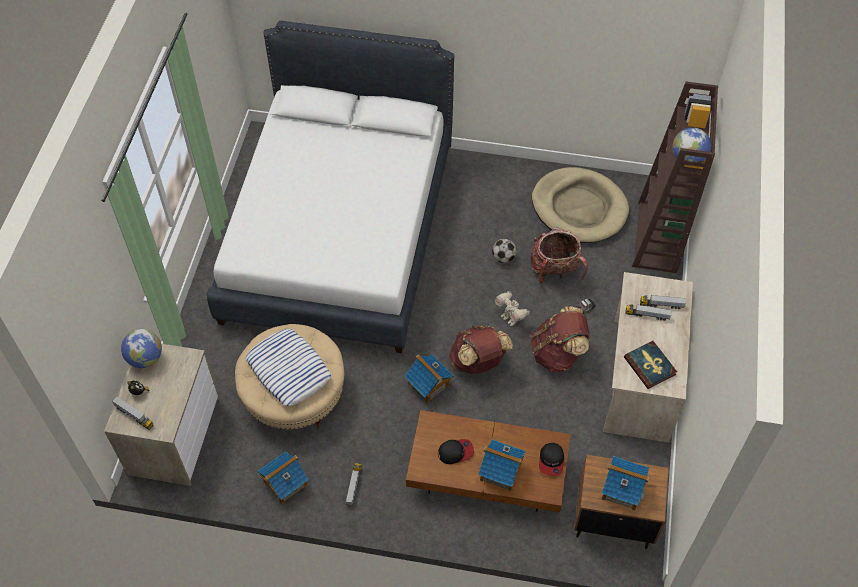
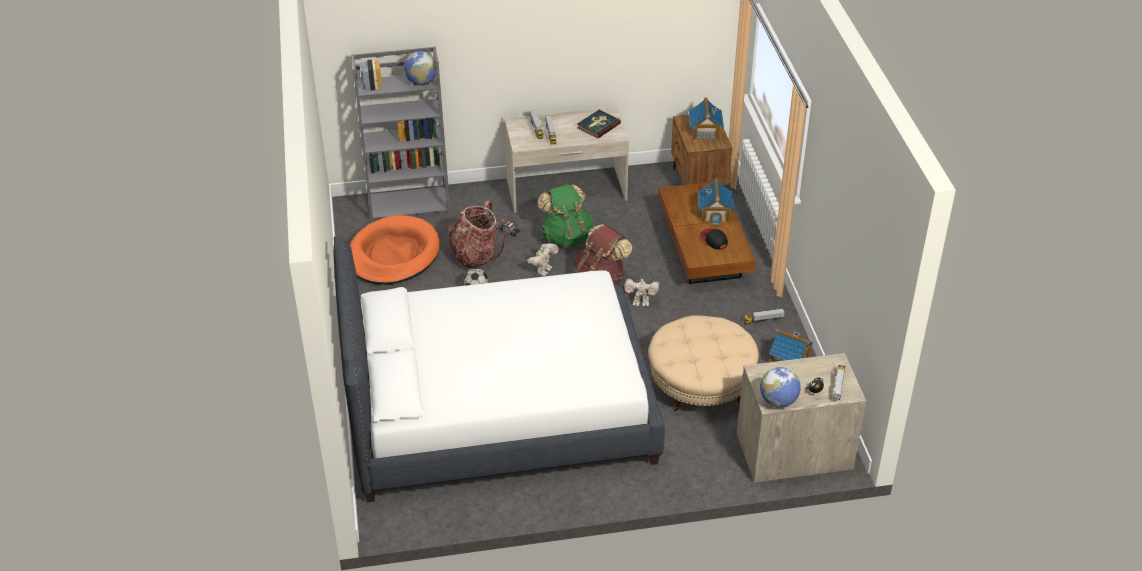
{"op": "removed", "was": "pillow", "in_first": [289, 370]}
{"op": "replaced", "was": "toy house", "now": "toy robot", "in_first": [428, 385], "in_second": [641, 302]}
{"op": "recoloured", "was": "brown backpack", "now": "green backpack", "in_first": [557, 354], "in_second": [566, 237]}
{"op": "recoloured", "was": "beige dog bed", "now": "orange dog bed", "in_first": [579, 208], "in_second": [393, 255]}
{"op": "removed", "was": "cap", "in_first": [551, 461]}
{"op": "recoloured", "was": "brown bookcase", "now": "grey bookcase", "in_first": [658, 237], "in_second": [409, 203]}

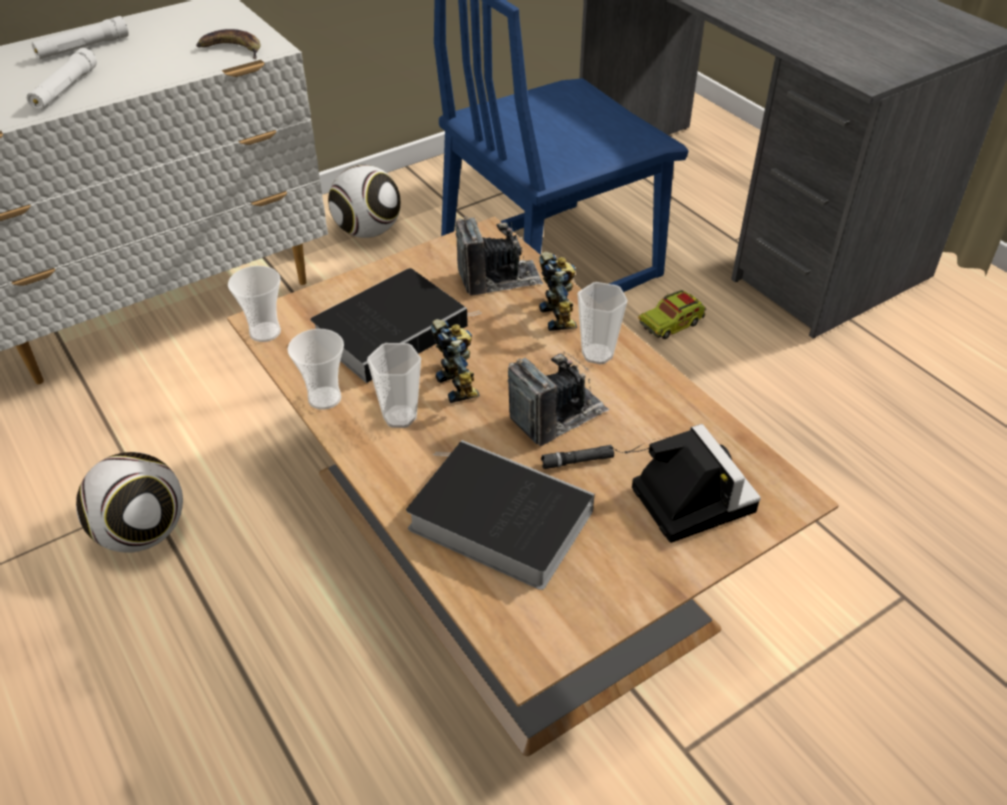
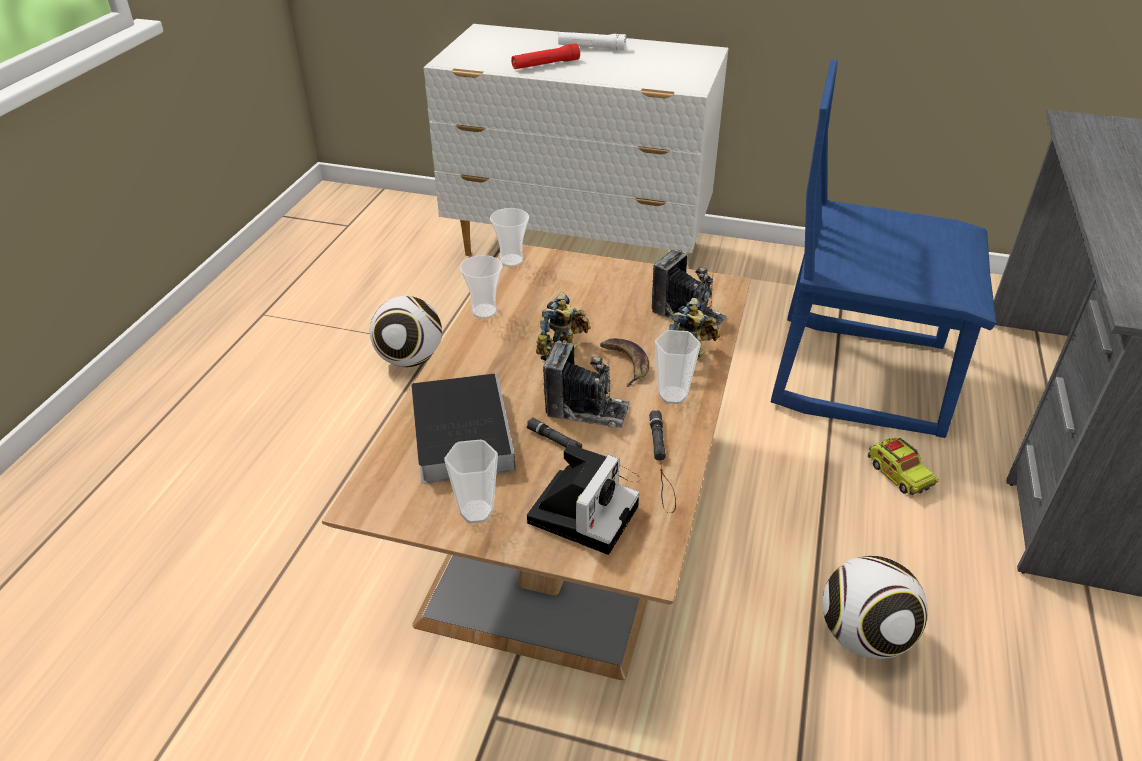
{"op": "recoloured", "was": "white flashlight", "now": "red flashlight", "in_first": [65, 89], "in_second": [545, 64]}
{"op": "moved", "was": "banana", "in_first": [231, 49], "in_second": [625, 363]}
{"op": "removed", "was": "book", "in_first": [393, 329]}
{"op": "moved", "was": "football", "in_first": [367, 231], "in_second": [863, 635]}
{"op": "moved", "was": "cup", "in_first": [400, 417], "in_second": [476, 512]}
{"op": "turned", "was": "toy truck", "in_first": [671, 324], "in_second": [898, 474], "clockwise": -135}
{"op": "added", "now": "black flashlight", "in_second": [662, 463]}

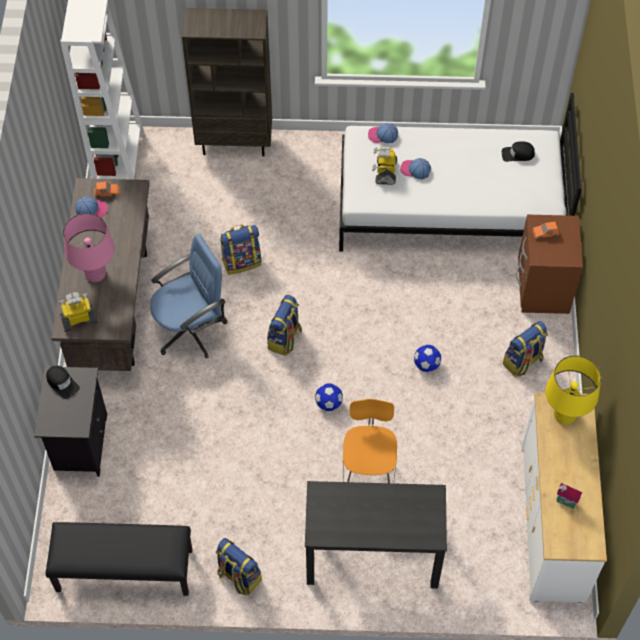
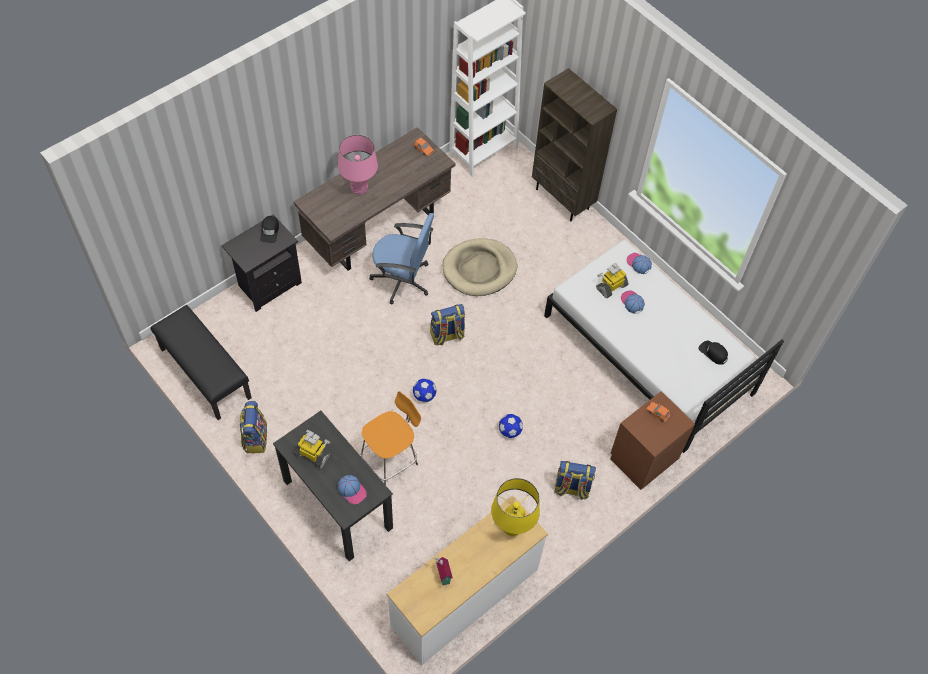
{"op": "moved", "was": "toy robot", "in_first": [79, 319], "in_second": [313, 454]}
{"op": "moved", "was": "cap", "in_first": [92, 209], "in_second": [352, 490]}
{"op": "replaced", "was": "backpack", "now": "beige dog bed", "in_first": [241, 261], "in_second": [479, 269]}

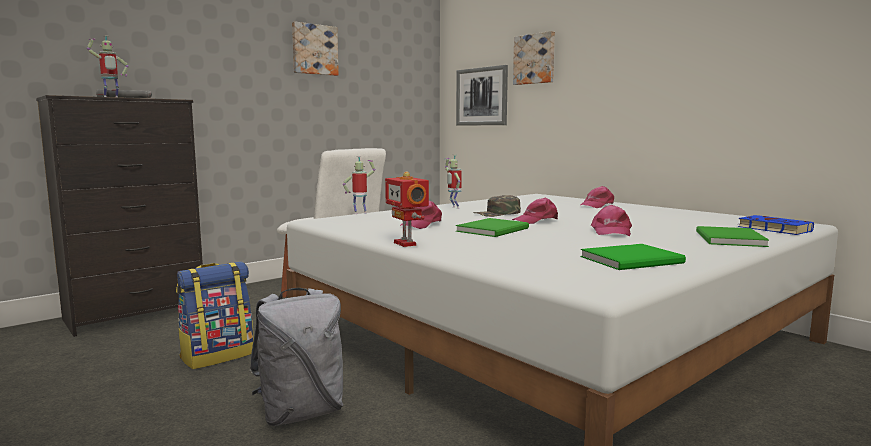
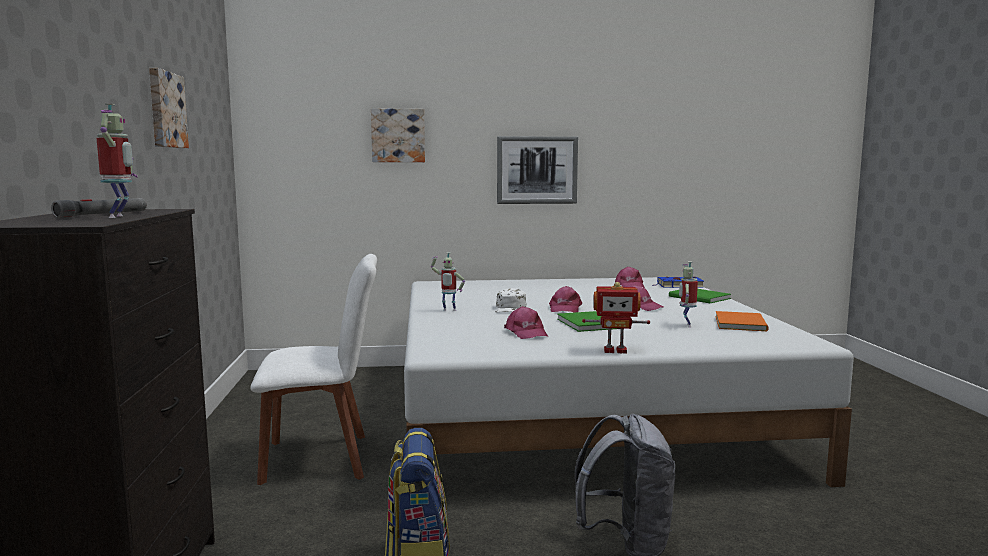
{"op": "moved", "was": "toy robot", "in_first": [360, 213], "in_second": [686, 325]}
{"op": "moved", "was": "picture", "in_first": [481, 96], "in_second": [537, 170]}
{"op": "recoloured", "was": "green cap", "now": "white cap", "in_first": [497, 214], "in_second": [510, 308]}
{"op": "moved", "was": "pink cap", "in_first": [596, 205], "in_second": [629, 285]}
{"op": "recoloured", "was": "green book", "now": "orange book", "in_first": [635, 260], "in_second": [742, 323]}

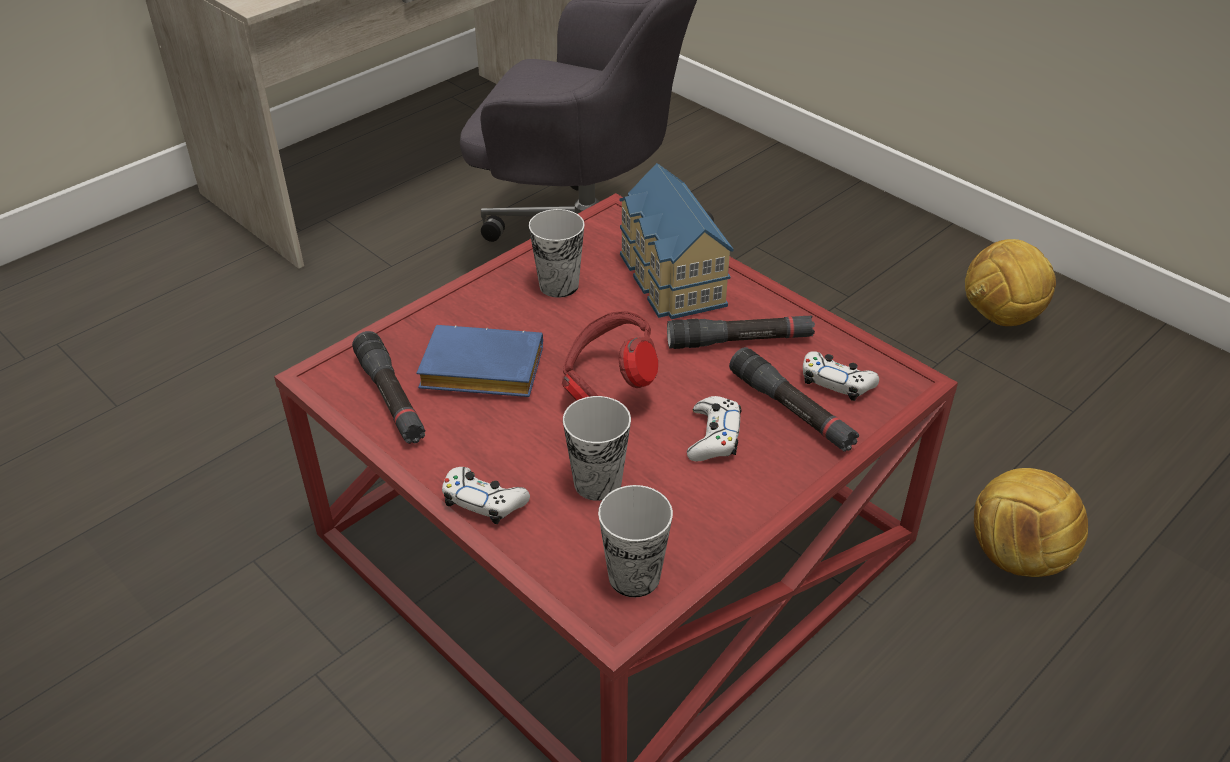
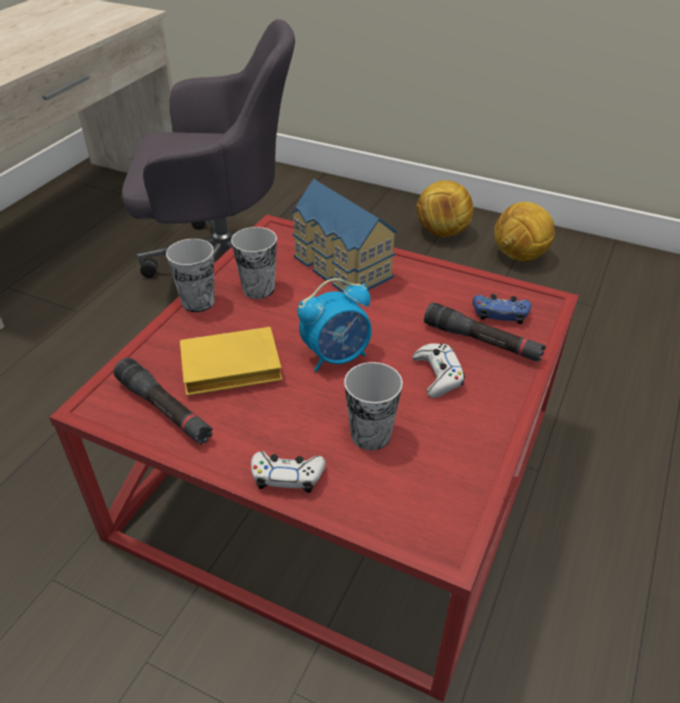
{"op": "recoloured", "was": "blue book", "now": "yellow book", "in_first": [478, 372], "in_second": [228, 370]}
{"op": "replaced", "was": "red headphones", "now": "alarm clock", "in_first": [607, 386], "in_second": [337, 356]}
{"op": "moved", "was": "cup", "in_first": [634, 576], "in_second": [198, 302]}
{"op": "removed", "was": "black flashlight", "in_first": [739, 341]}
{"op": "recoloured", "was": "white game controller", "now": "blue game controller", "in_first": [837, 382], "in_second": [500, 314]}
{"op": "moved", "was": "football", "in_first": [1016, 555], "in_second": [441, 232]}

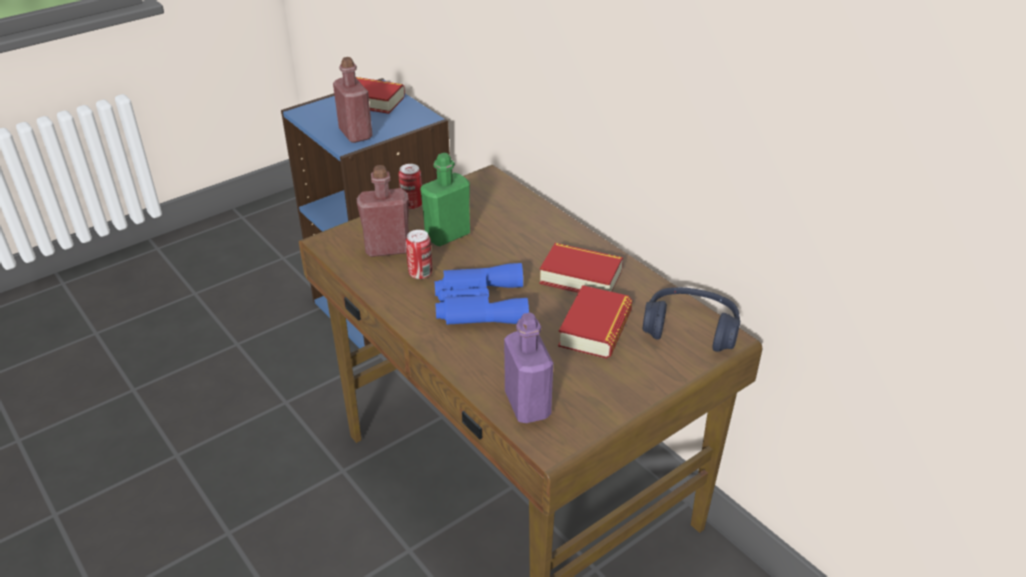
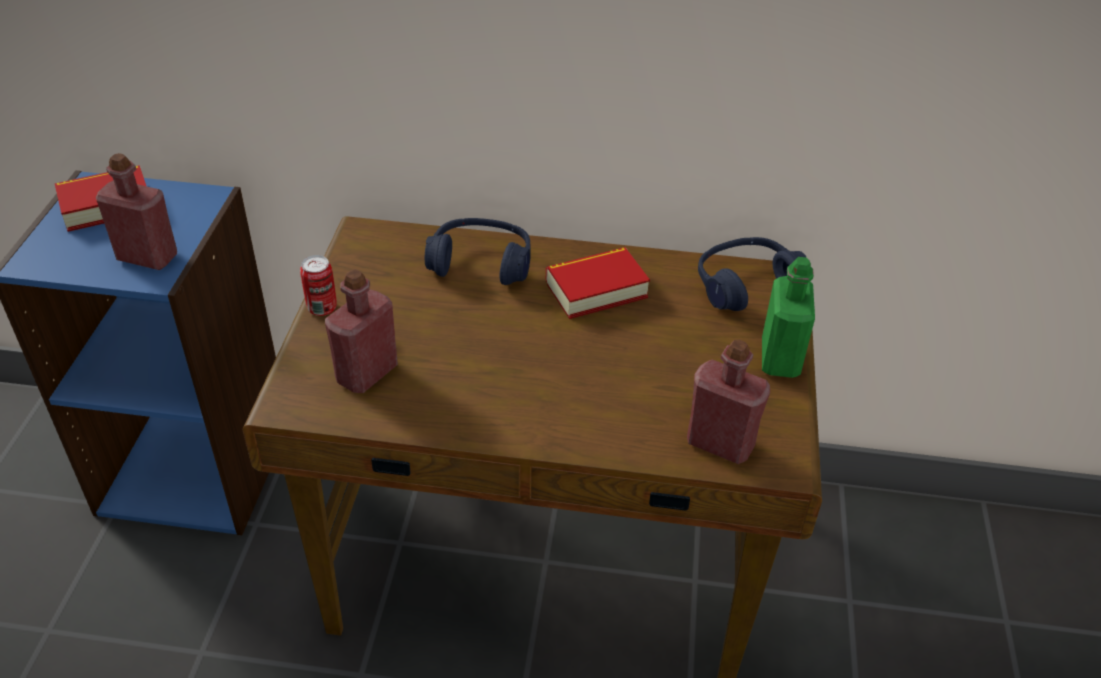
{"op": "removed", "was": "can", "in_first": [420, 273]}
{"op": "moved", "was": "green bottle", "in_first": [447, 235], "in_second": [780, 359]}
{"op": "removed", "was": "blue binoculars", "in_first": [478, 304]}
{"op": "recoloured", "was": "purple bottle", "now": "red bottle", "in_first": [527, 405], "in_second": [720, 443]}
{"op": "removed", "was": "book", "in_first": [595, 329]}
{"op": "added", "now": "blue headphones", "in_second": [481, 263]}

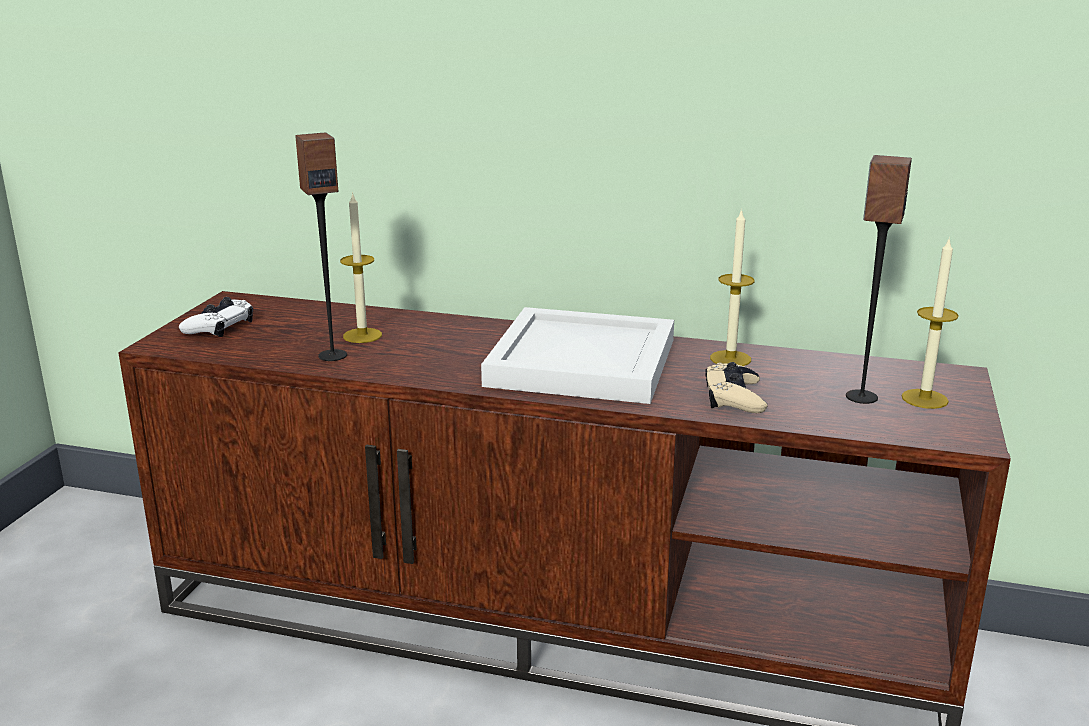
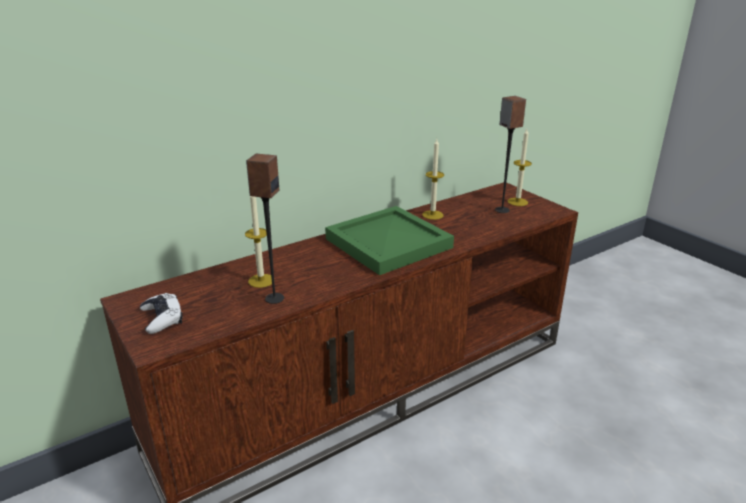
{"op": "recoloured", "was": "white tray", "now": "green tray", "in_first": [584, 363], "in_second": [390, 243]}
{"op": "removed", "was": "beige game controller", "in_first": [734, 397]}

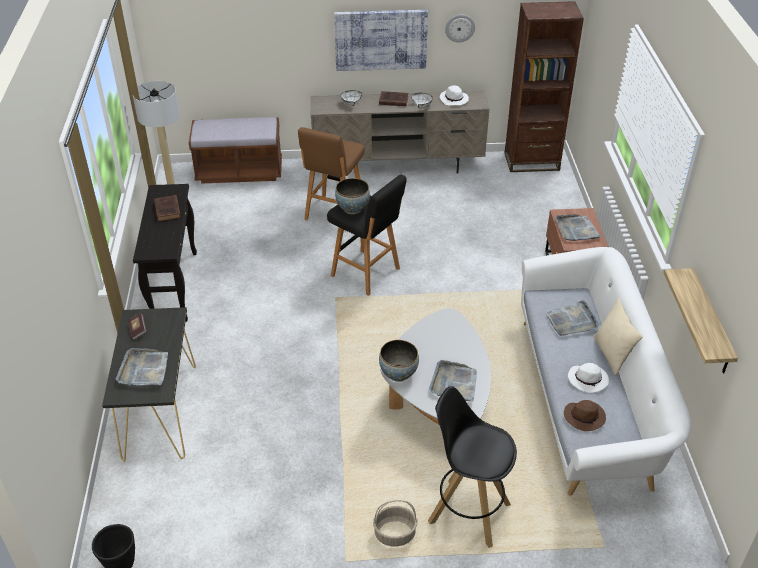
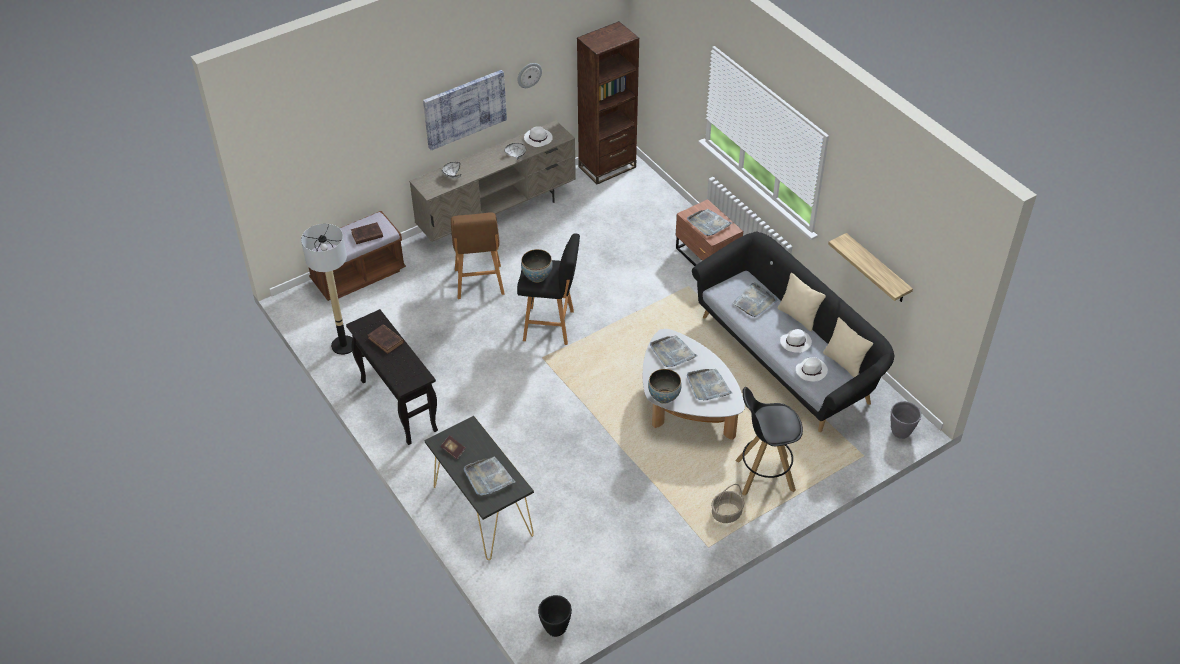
{"op": "moved", "was": "brown book", "in_first": [392, 100], "in_second": [366, 235]}
{"op": "recoloured", "was": "white sofa", "now": "black sofa", "in_first": [587, 399], "in_second": [786, 357]}
{"op": "recoloured", "was": "brown hat", "now": "white hat", "in_first": [585, 417], "in_second": [811, 371]}
{"op": "added", "now": "grey tray", "in_second": [672, 353]}
{"op": "added", "now": "beige pillow", "in_second": [844, 362]}
{"op": "added", "now": "grey planter", "in_second": [901, 432]}

